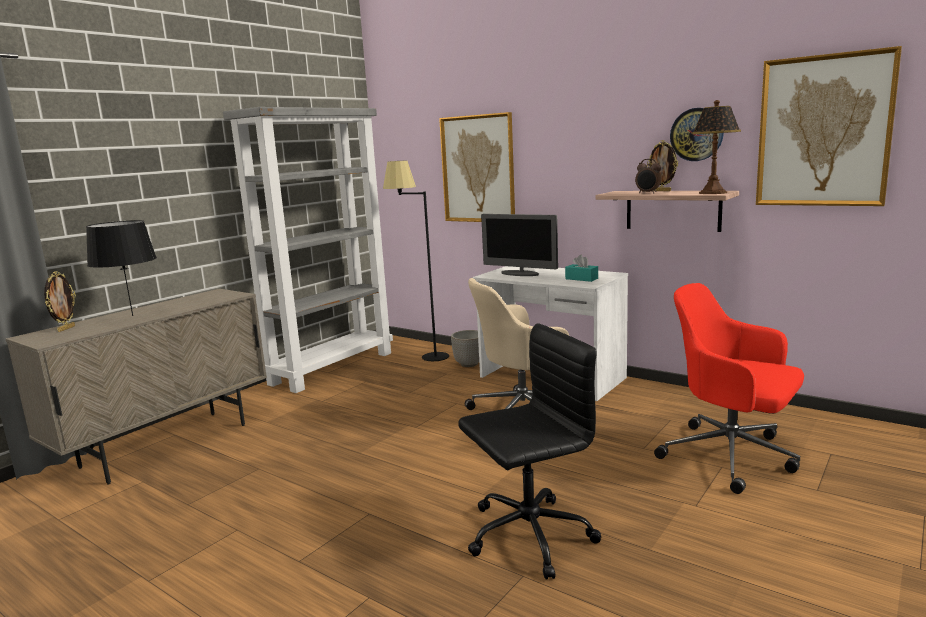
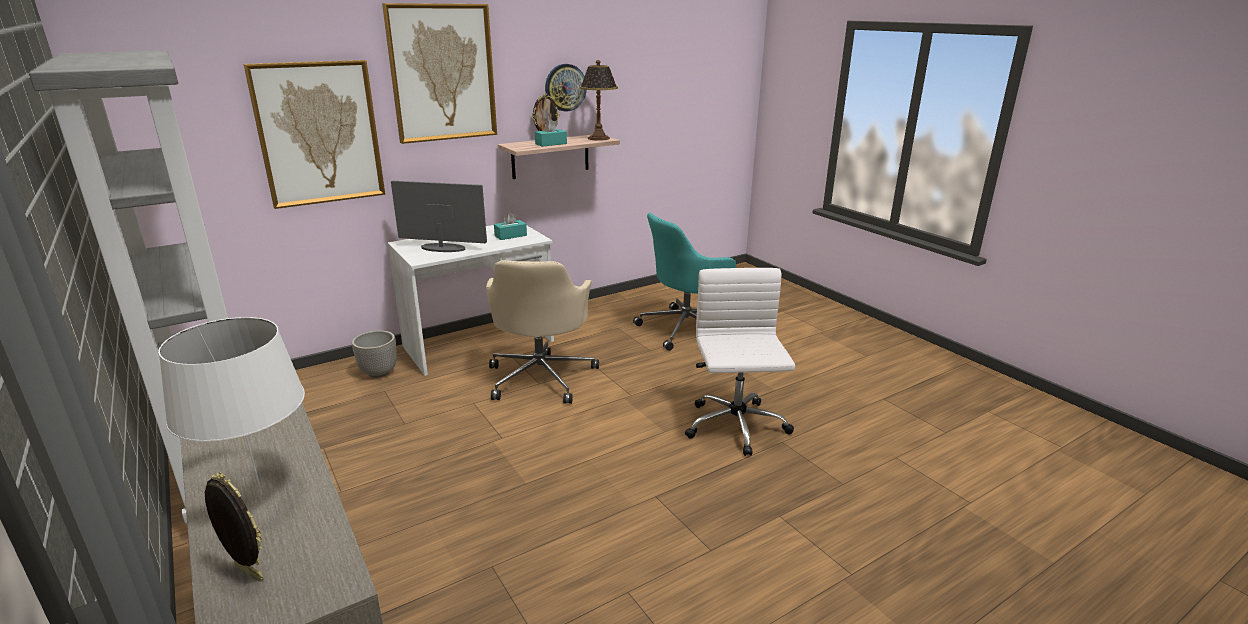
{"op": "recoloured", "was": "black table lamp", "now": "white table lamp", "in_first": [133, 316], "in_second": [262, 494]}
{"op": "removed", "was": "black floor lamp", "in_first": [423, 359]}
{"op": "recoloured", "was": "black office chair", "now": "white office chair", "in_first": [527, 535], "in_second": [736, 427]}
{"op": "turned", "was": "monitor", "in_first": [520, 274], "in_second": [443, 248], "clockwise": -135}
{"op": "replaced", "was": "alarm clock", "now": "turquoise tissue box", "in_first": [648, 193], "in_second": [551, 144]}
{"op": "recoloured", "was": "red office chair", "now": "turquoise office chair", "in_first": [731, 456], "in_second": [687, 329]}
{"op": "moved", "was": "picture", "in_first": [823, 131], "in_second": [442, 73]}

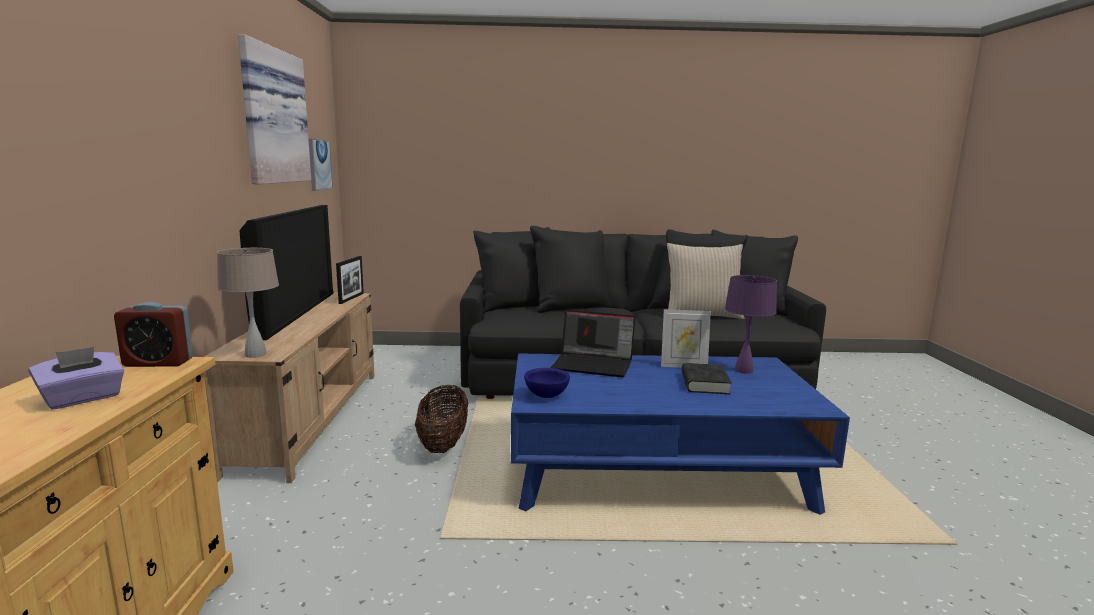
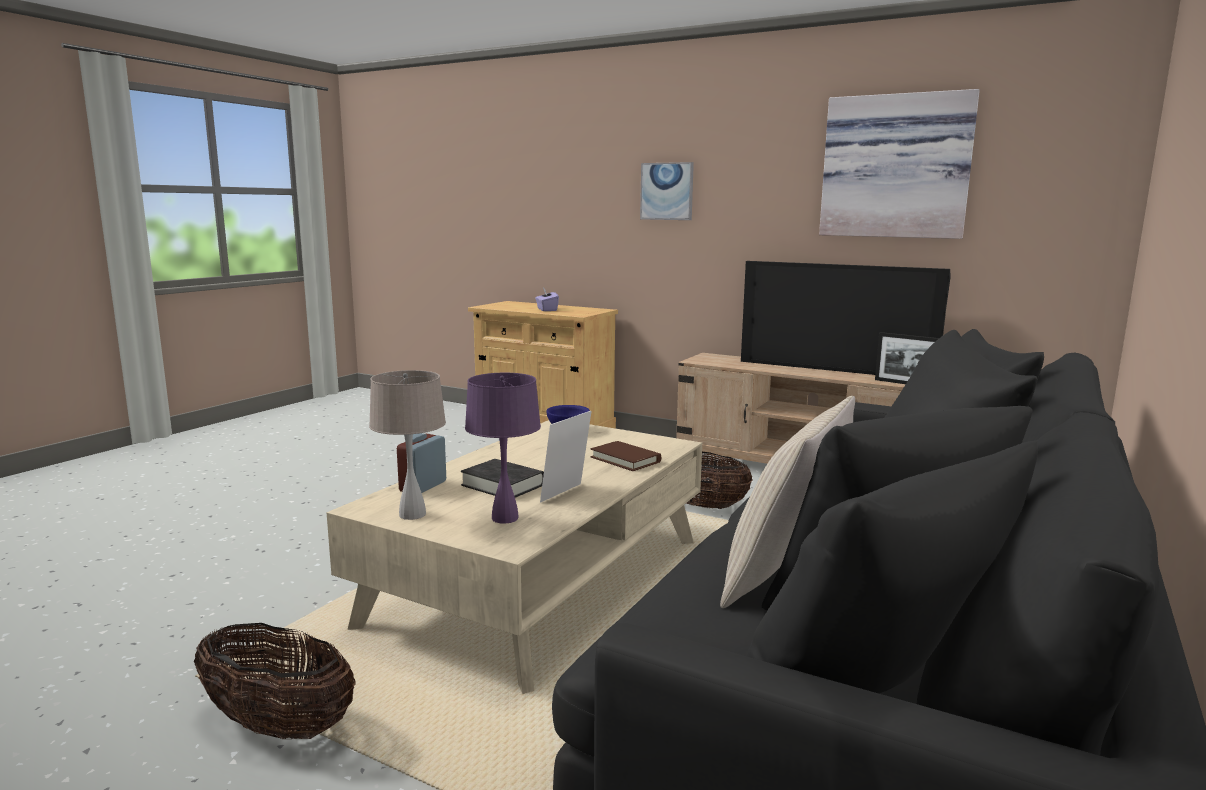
{"op": "moved", "was": "alarm clock", "in_first": [158, 363], "in_second": [423, 486]}
{"op": "moved", "was": "beige table lamp", "in_first": [256, 354], "in_second": [412, 514]}
{"op": "moved", "was": "picture", "in_first": [319, 164], "in_second": [667, 191]}
{"op": "recoloured", "was": "blue coffee table", "now": "beige coffee table", "in_first": [657, 468], "in_second": [540, 581]}
{"op": "replaced", "was": "laptop", "now": "brown book", "in_first": [594, 364], "in_second": [625, 459]}
{"op": "added", "now": "basket", "in_second": [278, 725]}

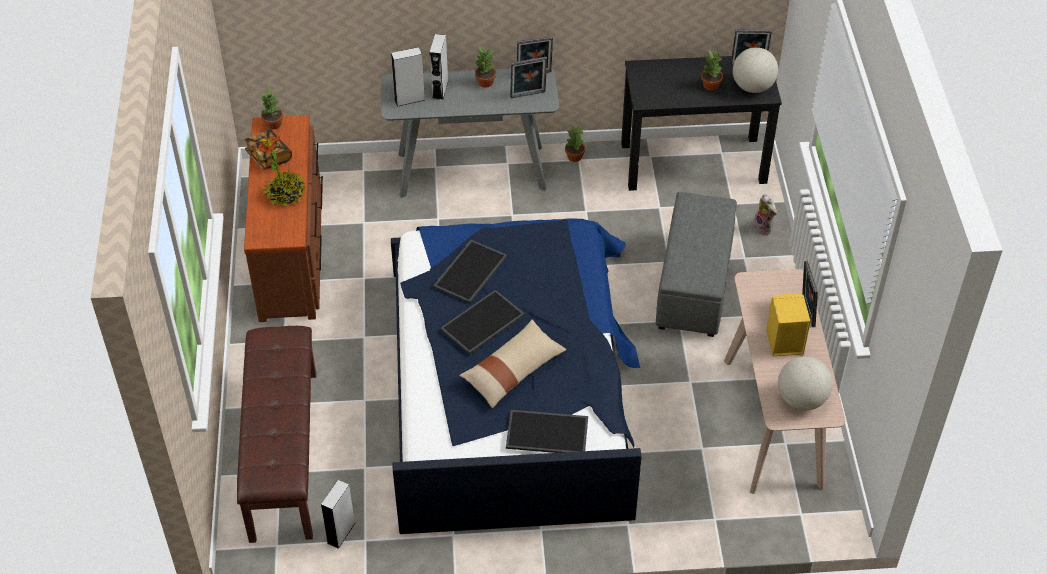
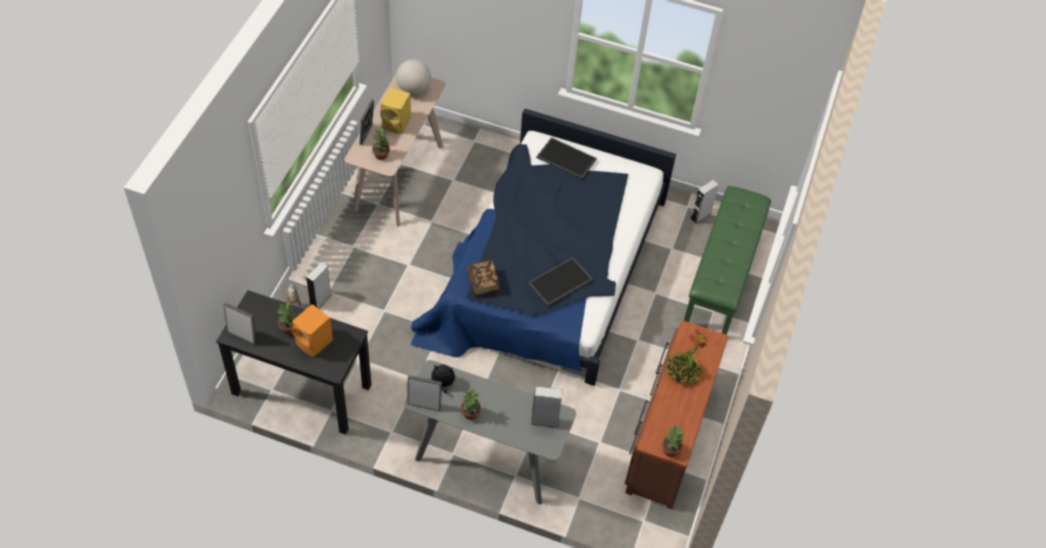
{"op": "recoloured", "was": "brown bench", "now": "green bench", "in_first": [282, 454], "in_second": [722, 277]}
{"op": "moved", "was": "book", "in_first": [269, 156], "in_second": [483, 283]}
{"op": "moved", "was": "grey speaker", "in_first": [440, 89], "in_second": [321, 300]}
{"op": "removed", "was": "tray", "in_first": [483, 323]}
{"op": "removed", "was": "beige pillow", "in_first": [513, 370]}
{"op": "replaced", "was": "picture frame", "now": "plush toy", "in_first": [528, 95], "in_second": [442, 384]}
{"op": "moved", "was": "potted plant", "in_first": [575, 157], "in_second": [381, 155]}
{"op": "removed", "was": "grey ottoman", "in_first": [693, 285]}
{"op": "removed", "was": "globe", "in_first": [753, 87]}
{"op": "added", "now": "orange speaker", "in_second": [315, 343]}

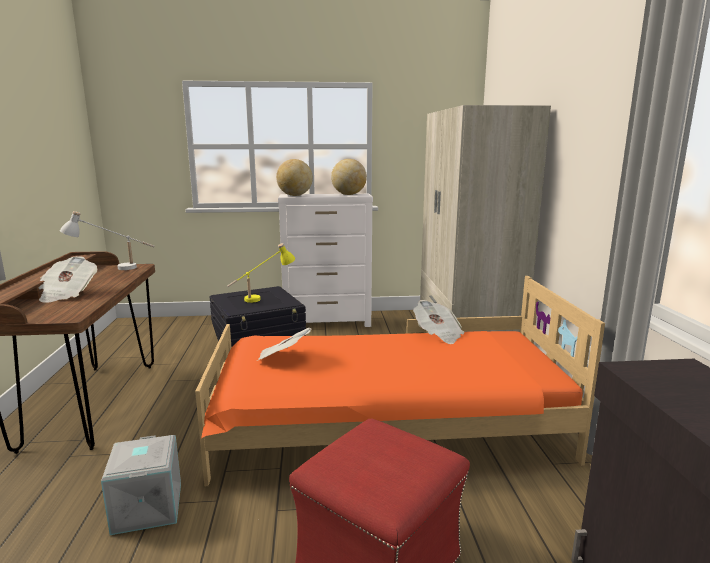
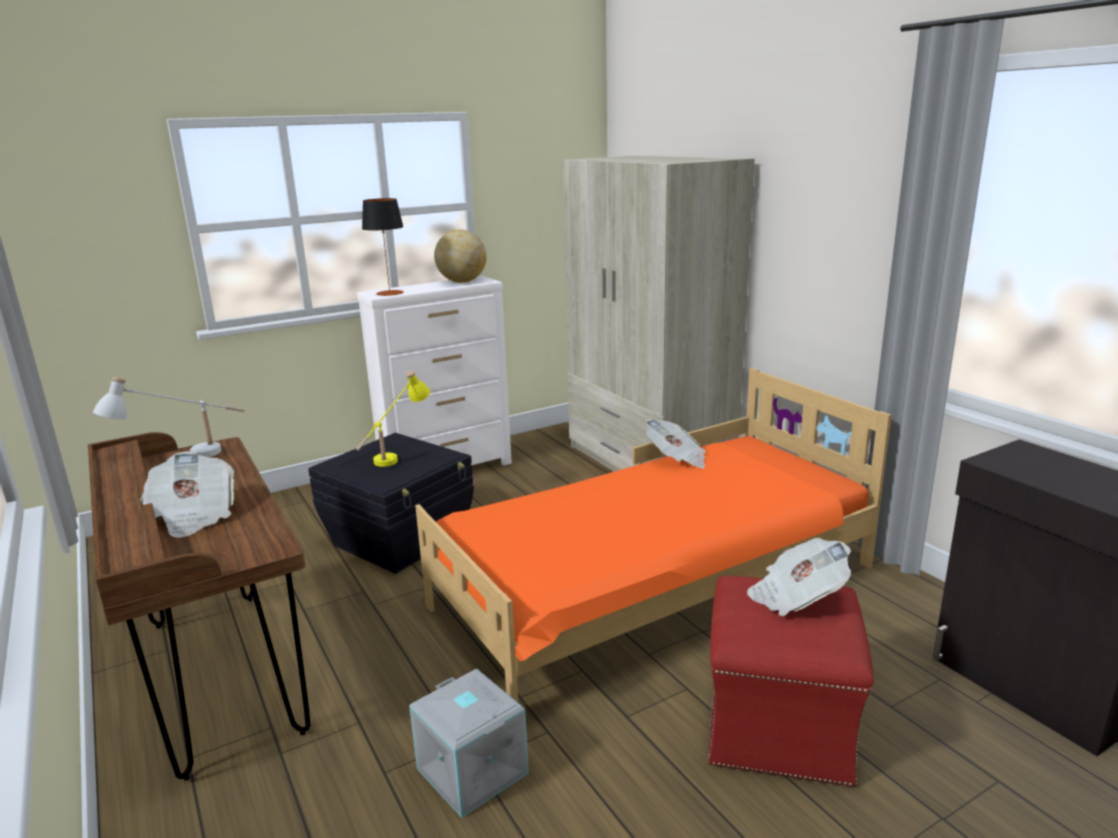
{"op": "moved", "was": "newspaper", "in_first": [283, 358], "in_second": [796, 597]}
{"op": "replaced", "was": "globe", "now": "table lamp", "in_first": [295, 195], "in_second": [389, 293]}

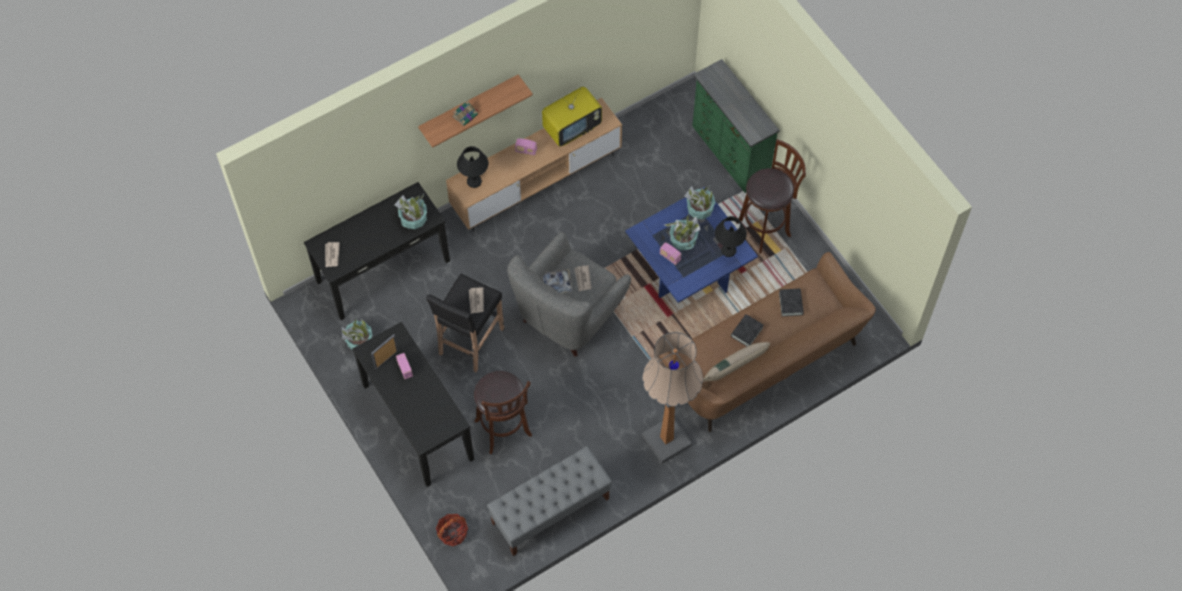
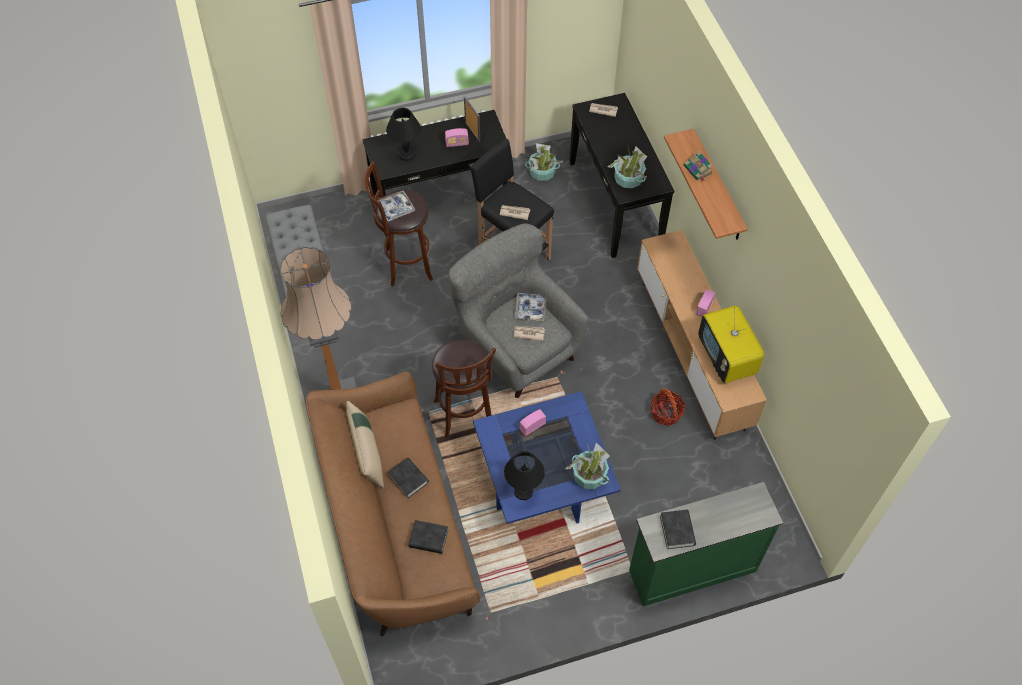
{"op": "moved", "was": "basket", "in_first": [452, 533], "in_second": [666, 413]}
{"op": "moved", "was": "black table lamp", "in_first": [474, 181], "in_second": [406, 155]}
{"op": "removed", "was": "potted plant", "in_first": [683, 240]}
{"op": "moved", "was": "brown stool", "in_first": [765, 227], "in_second": [465, 415]}
{"op": "added", "now": "tray", "in_second": [395, 208]}
{"op": "added", "now": "black book", "in_second": [677, 530]}

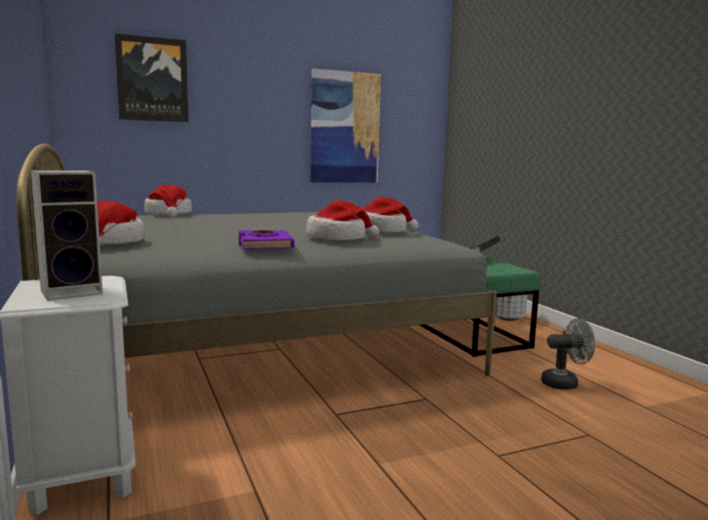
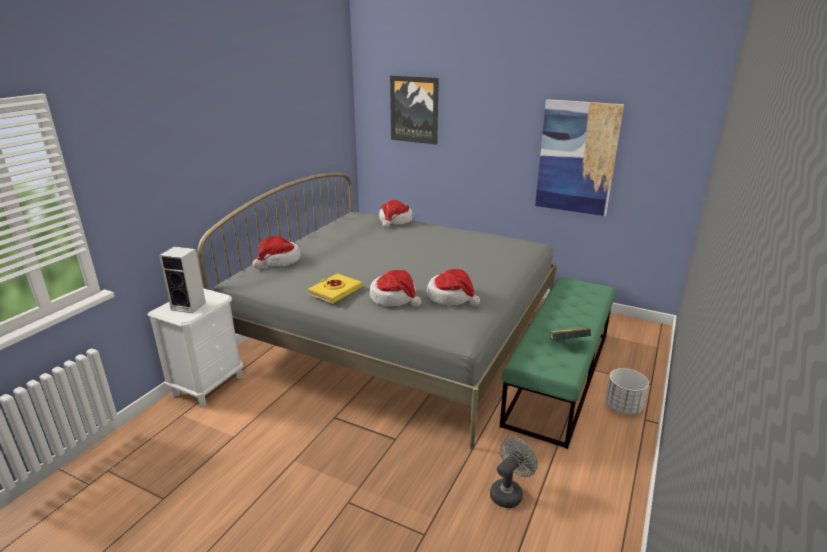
{"op": "recoloured", "was": "purple book", "now": "yellow book", "in_first": [264, 245], "in_second": [335, 291]}
{"op": "turned", "was": "grey fan", "in_first": [565, 383], "in_second": [509, 492], "clockwise": -90}

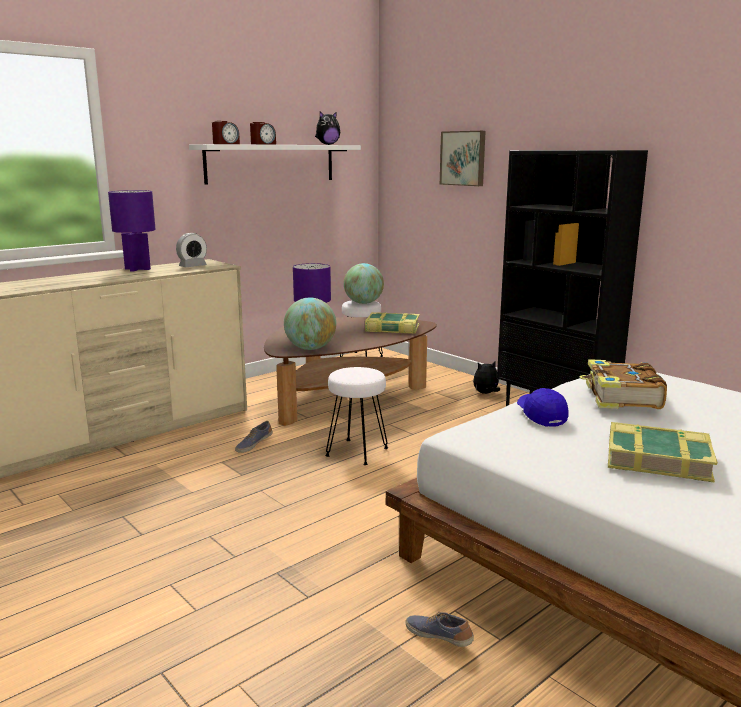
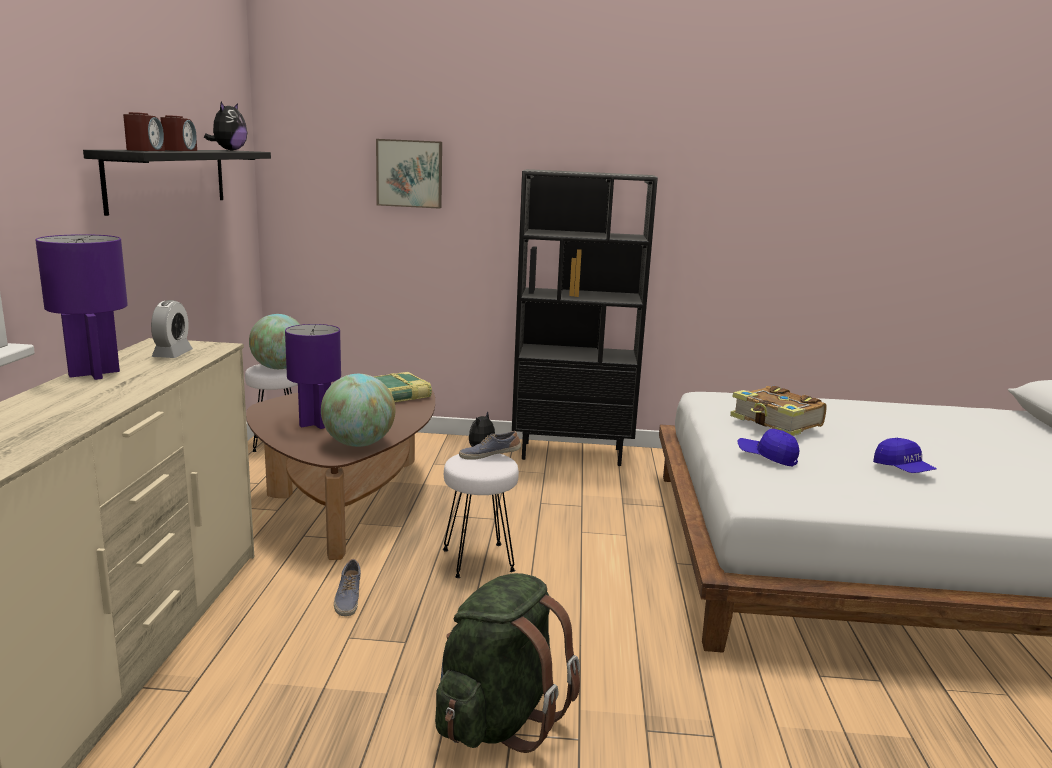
{"op": "recoloured", "was": "white shelf", "now": "black shelf", "in_first": [271, 163], "in_second": [168, 178]}
{"op": "moved", "was": "shoe", "in_first": [439, 637], "in_second": [489, 456]}
{"op": "replaced", "was": "book", "now": "blue cap", "in_first": [657, 459], "in_second": [903, 470]}
{"op": "added", "now": "green backpack", "in_second": [499, 718]}

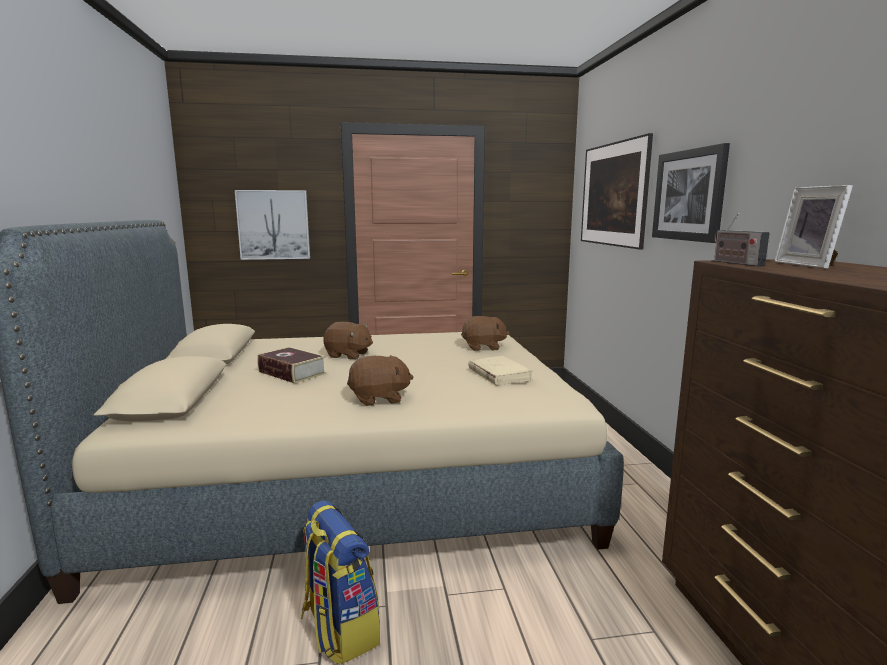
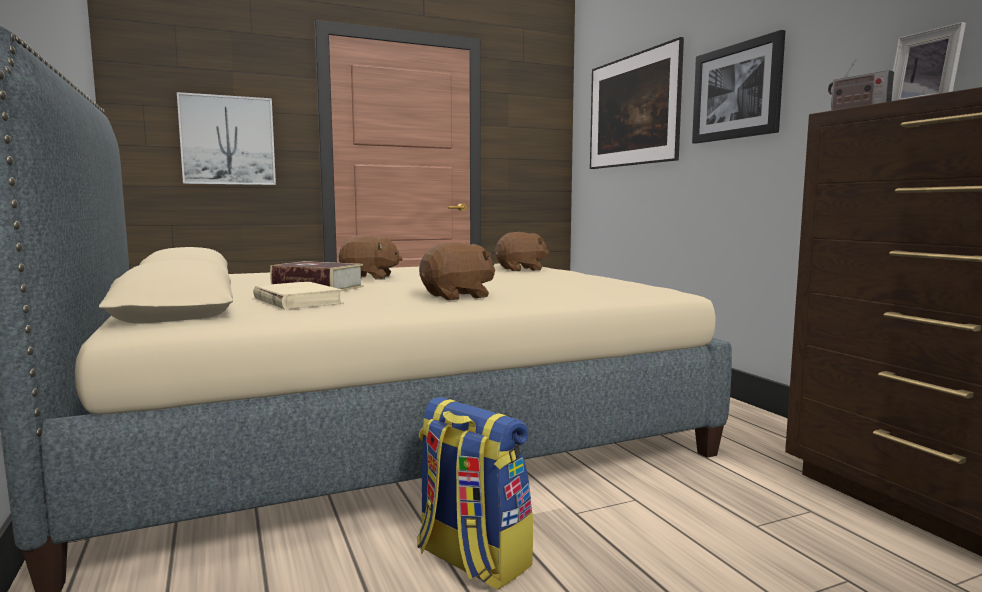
{"op": "moved", "was": "beige book", "in_first": [499, 374], "in_second": [297, 301]}

